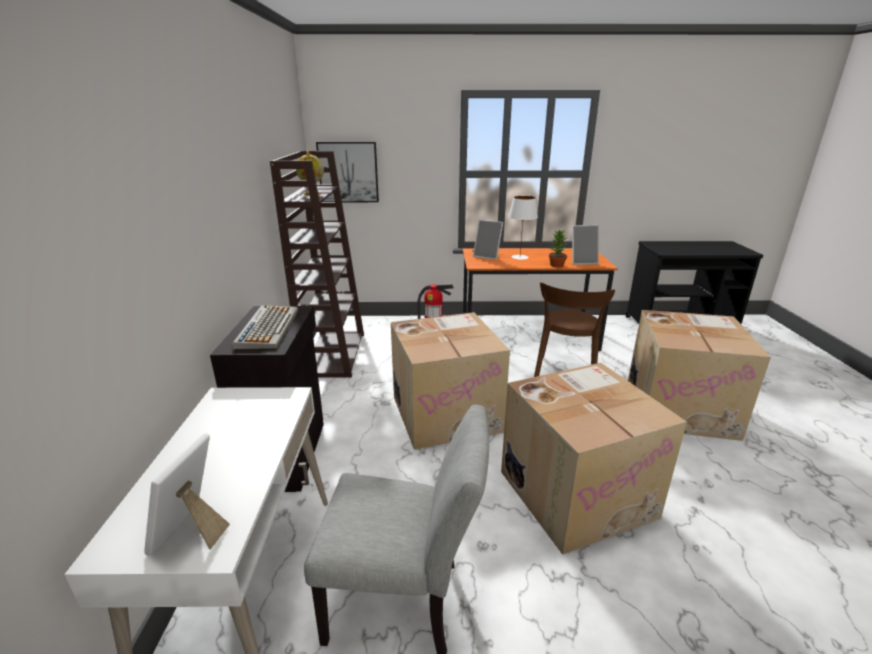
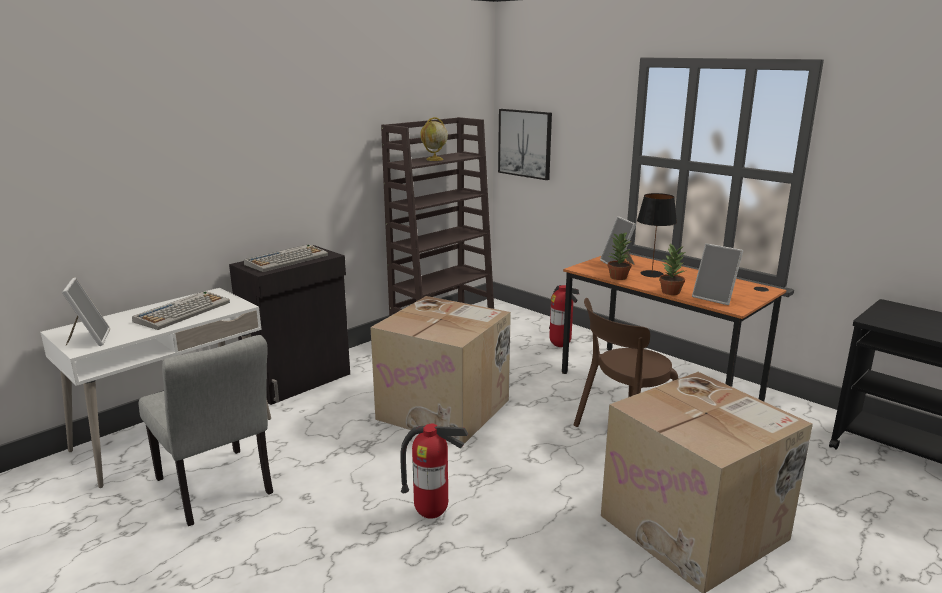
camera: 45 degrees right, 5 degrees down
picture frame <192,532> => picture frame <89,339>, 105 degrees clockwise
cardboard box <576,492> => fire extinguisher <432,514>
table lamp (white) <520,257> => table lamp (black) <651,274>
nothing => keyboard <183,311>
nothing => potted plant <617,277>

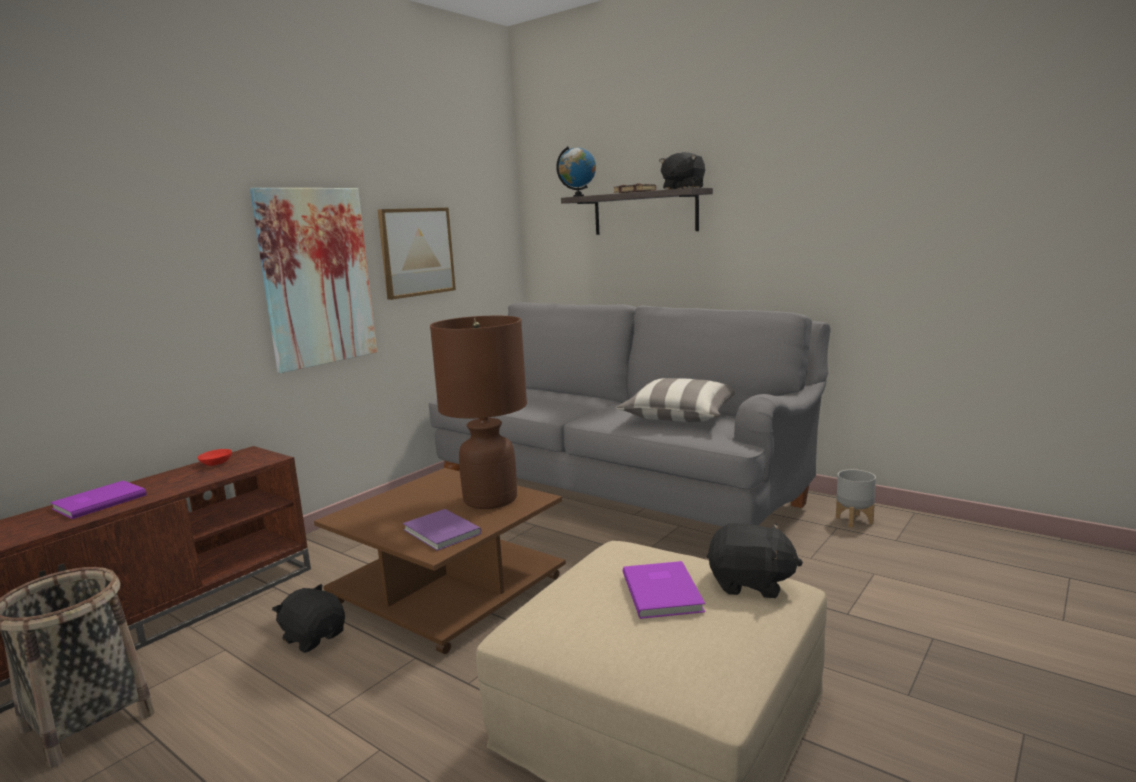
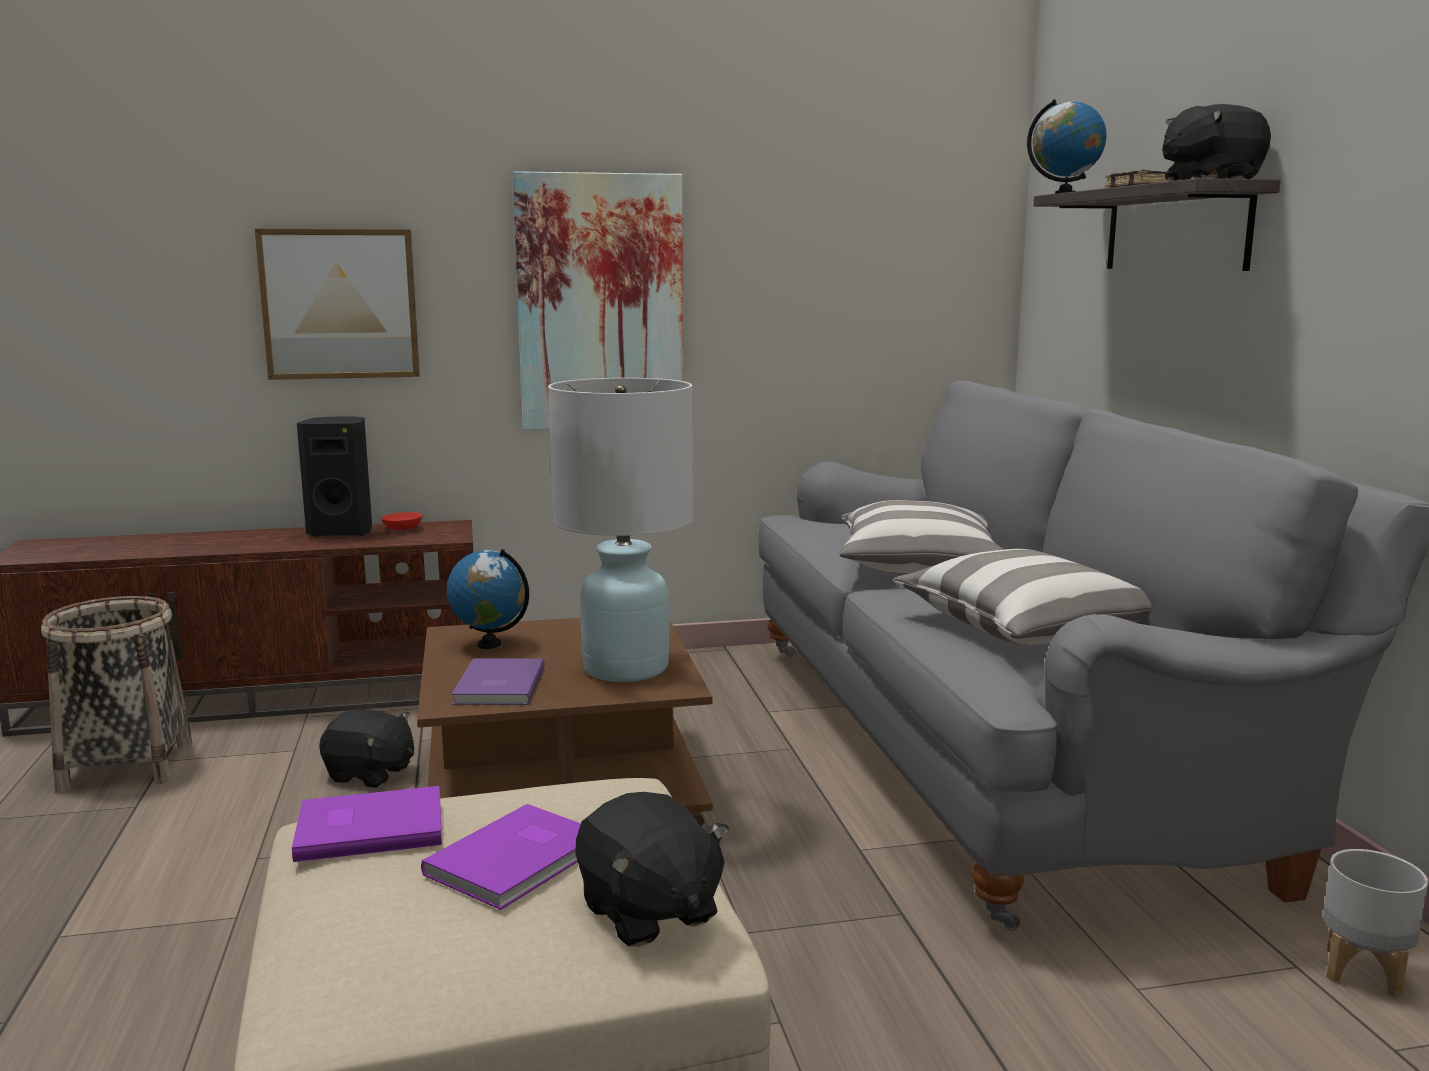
camera: 40 degrees right, 0 degrees up
book (purple) <98,502> => book (purple) <368,827>, move
plush toy (black) <314,637> => plush toy (black) <370,774>, 120 degrees clockwise
picture <416,252> => picture <340,304>, move
table lamp (brown) <491,499> => table lamp (white) <626,668>
nothing => speaker (black) <342,532>
nothing => globe <489,644>
nothing => pillow <918,565>

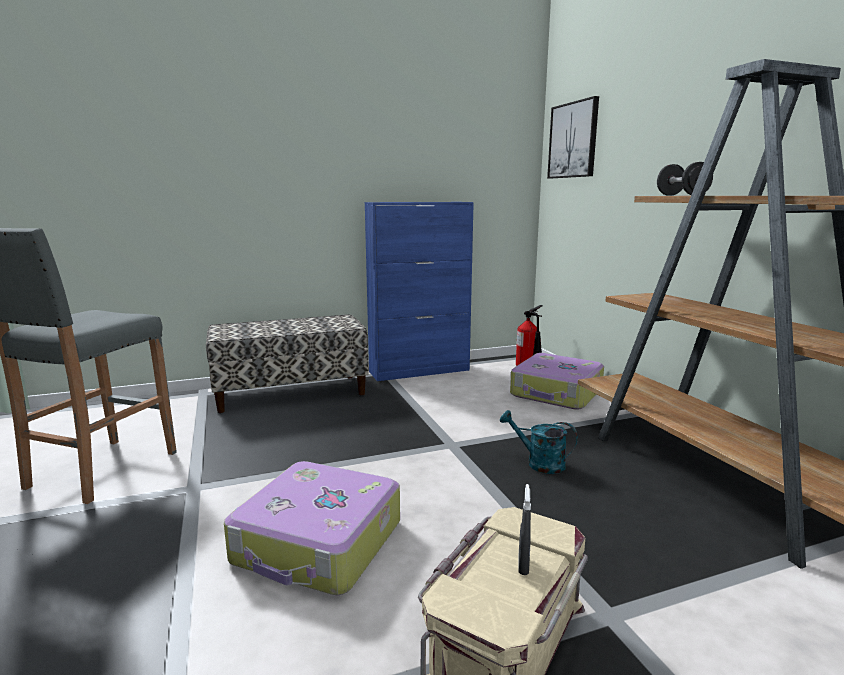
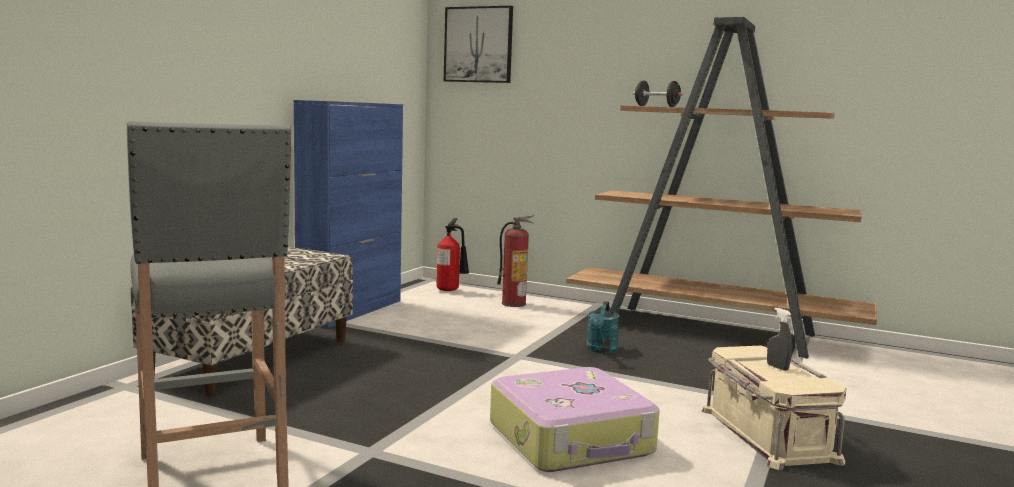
camera: 45 degrees left, 5 degrees down
watering can (turquoise) <539,463> => watering can (turquoise) <601,350>, 60 degrees counterclockwise
suitcase <556,393> => fire extinguisher <514,303>

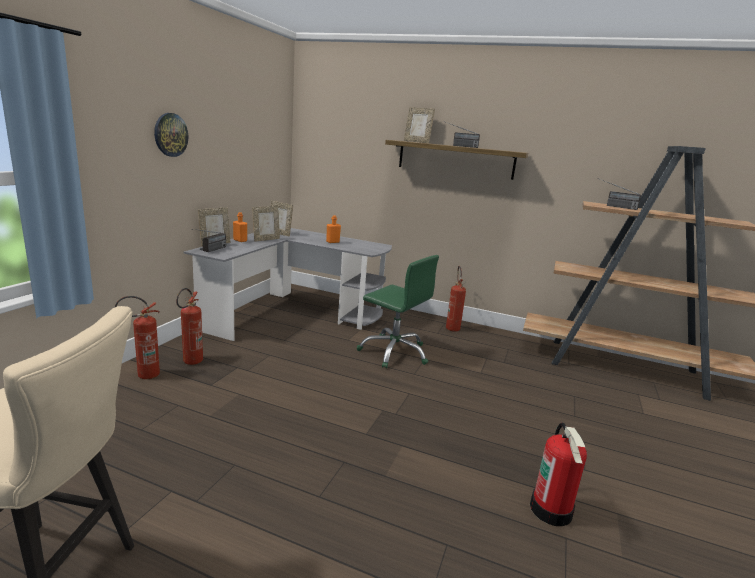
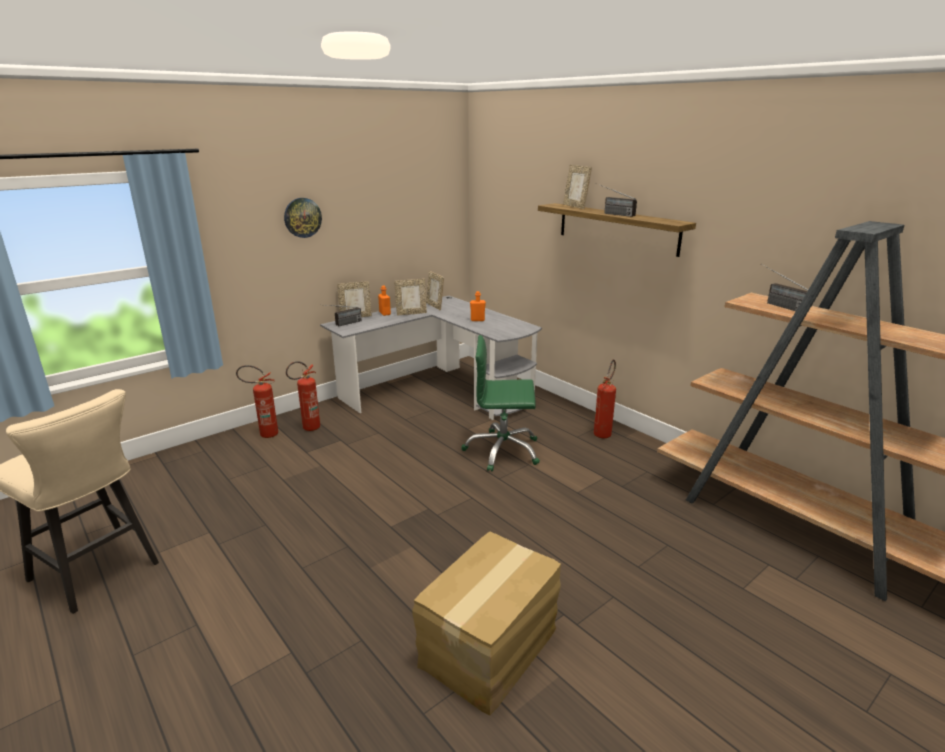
camera: 30 degrees right, 5 degrees up
office chair (green) <394,352> => office chair (green) <502,451>, 120 degrees clockwise
fire extinguisher <551,510> => cardboard box <490,648>

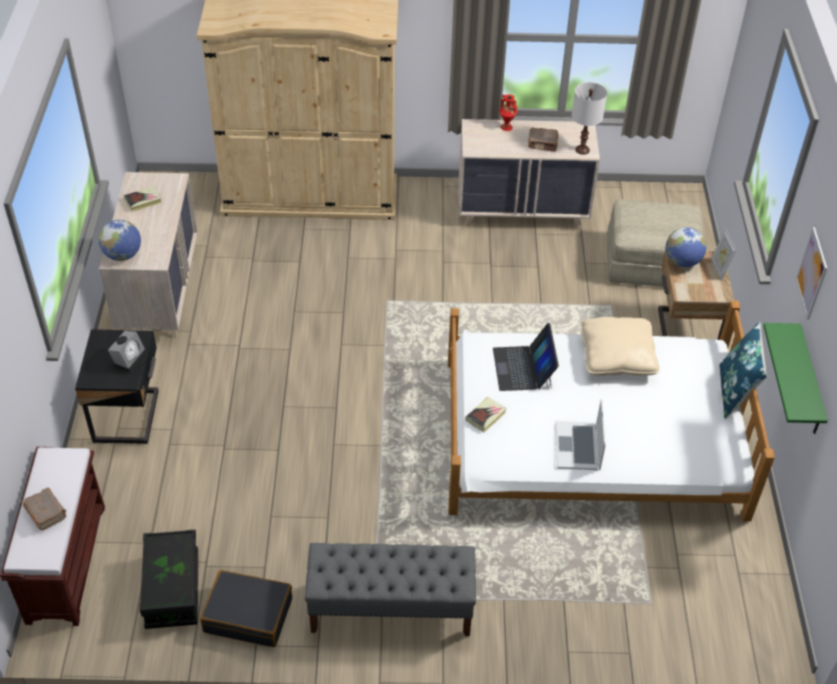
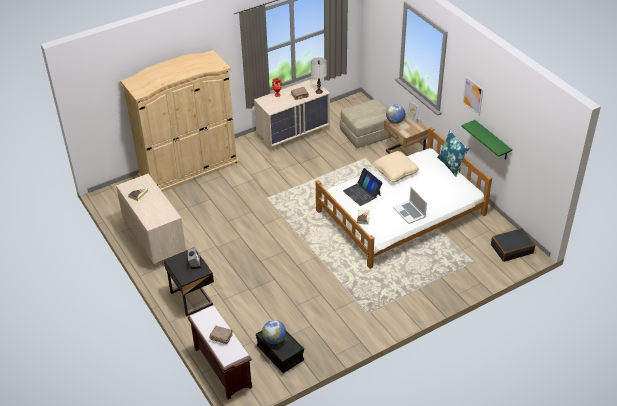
camera: 30 degrees left, 5 degrees down
globe <123,255> => globe <274,339>, move
suitcase (black) <248,615> => suitcase (black) <511,249>, move
bench (grey) <390,609> => nothing

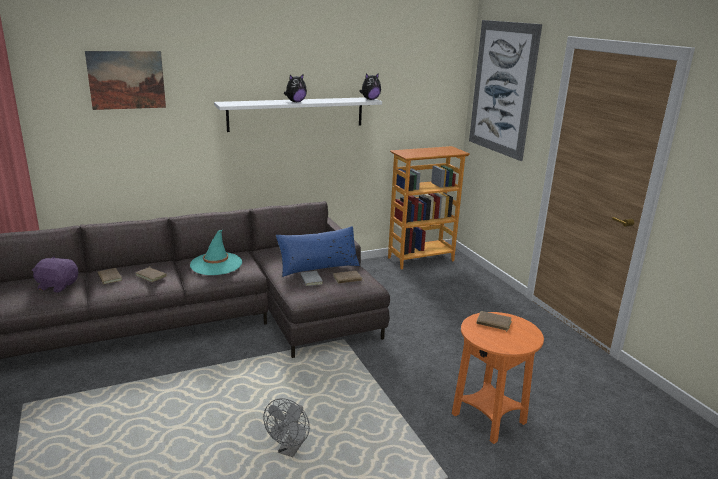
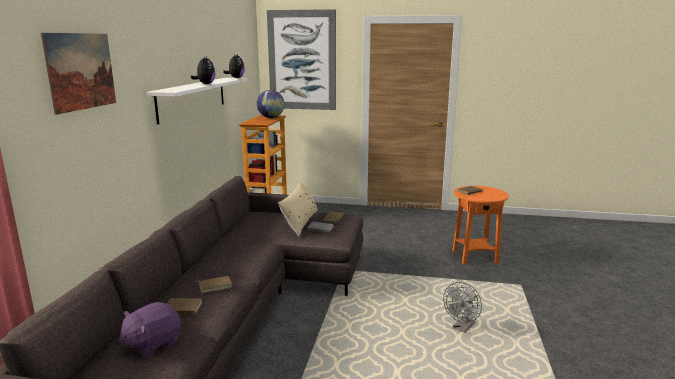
camera: 55 degrees left, 5 degrees down
hat (turquoise) <216,264> => nothing
fan (grey) <289,450> => fan (grey) <462,328>, 75 degrees clockwise
pillow (blue) <318,267> => pillow (beige) <299,222>
nothing => globe <271,117>

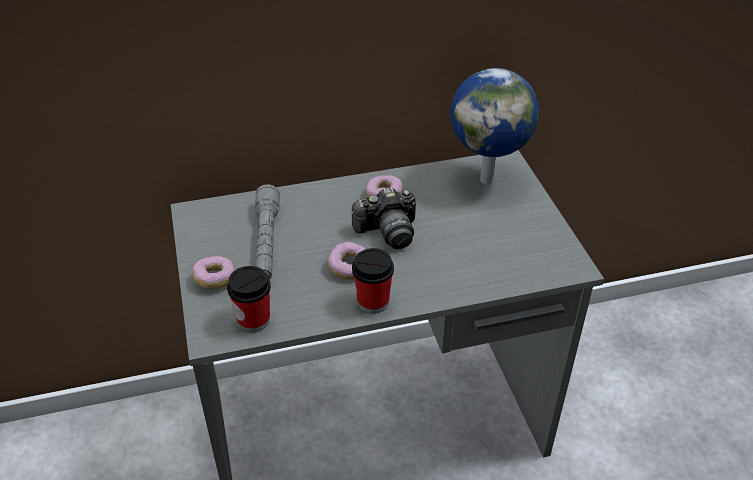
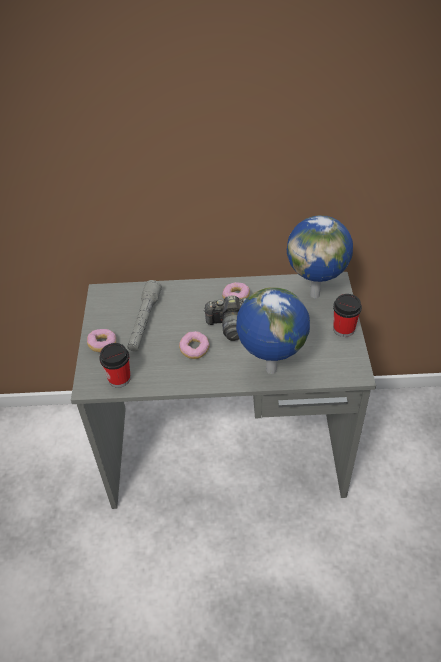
camera: 15 degrees right, 5 degrees up
cup <373,302> => cup <343,329>, move
nothing => globe <270,370>

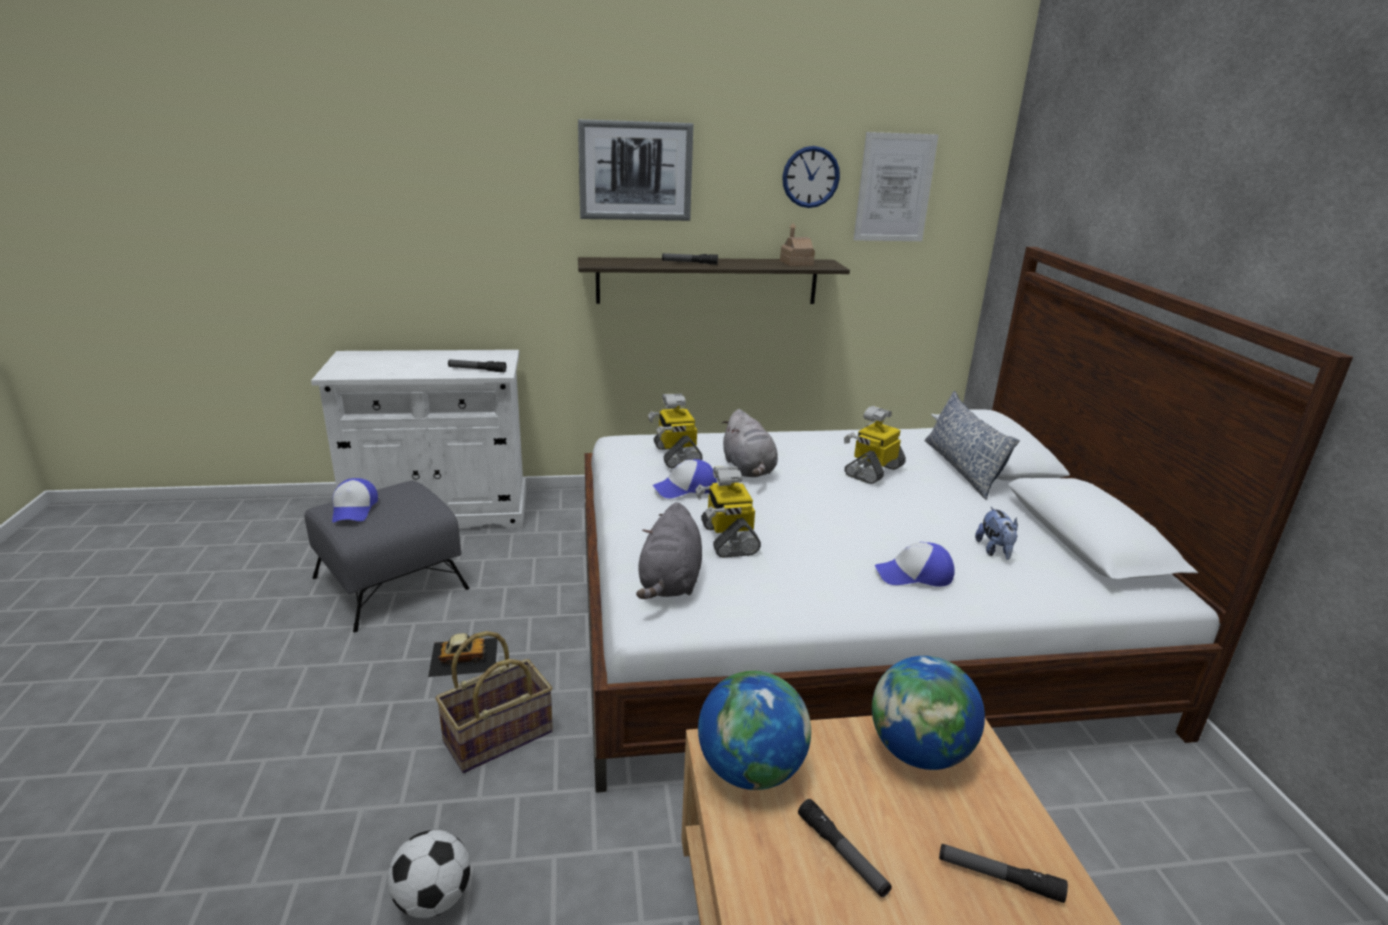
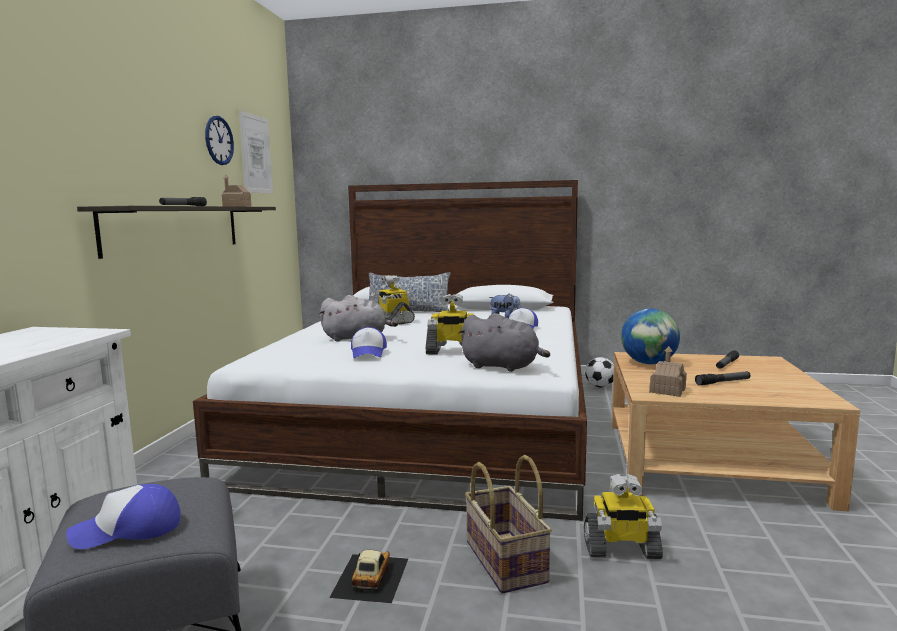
camera: 70 degrees left, 15 degrees down
cap <354,509> => cap <128,530>, 150 degrees clockwise
football <433,899> => football <600,386>, move
flashlight <477,370> => nothing
picture <635,171> => nothing
toy robot <675,455> => toy robot <621,549>, move
globe <750,770> => toy house <667,390>

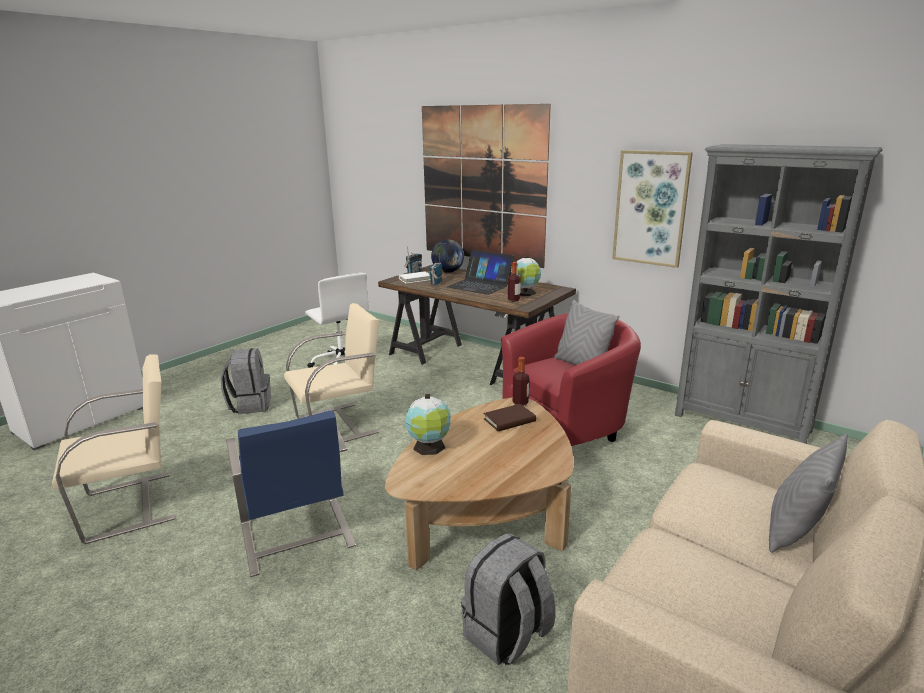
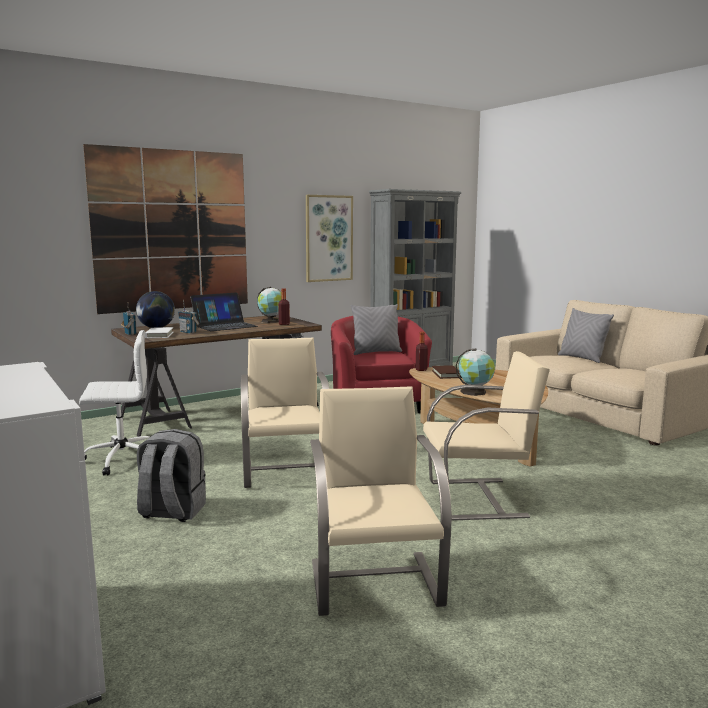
camera: 70 degrees left, 10 degrees down
chair (blue) <296,536> => chair (beige) <479,499>
backpack (grey) <507,636> => nothing

